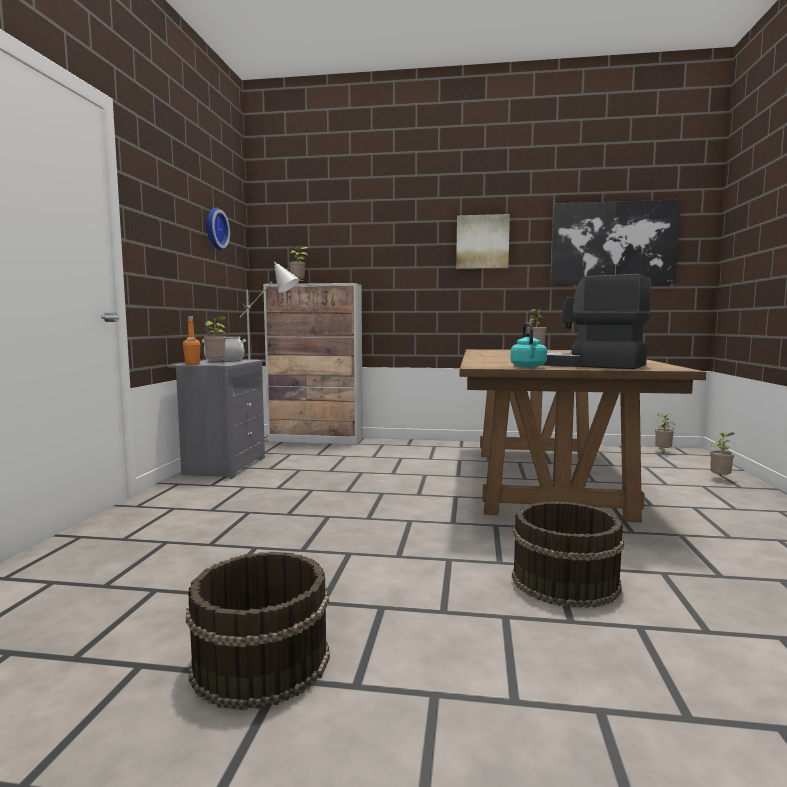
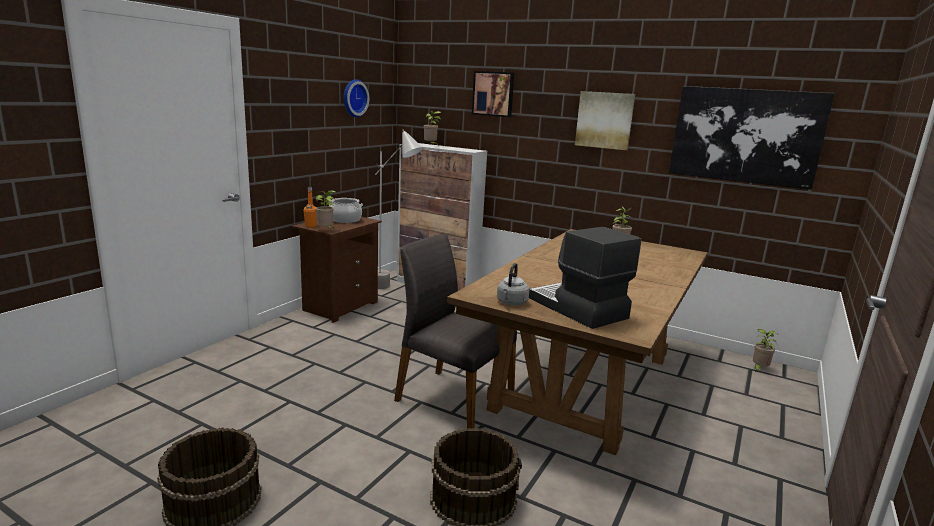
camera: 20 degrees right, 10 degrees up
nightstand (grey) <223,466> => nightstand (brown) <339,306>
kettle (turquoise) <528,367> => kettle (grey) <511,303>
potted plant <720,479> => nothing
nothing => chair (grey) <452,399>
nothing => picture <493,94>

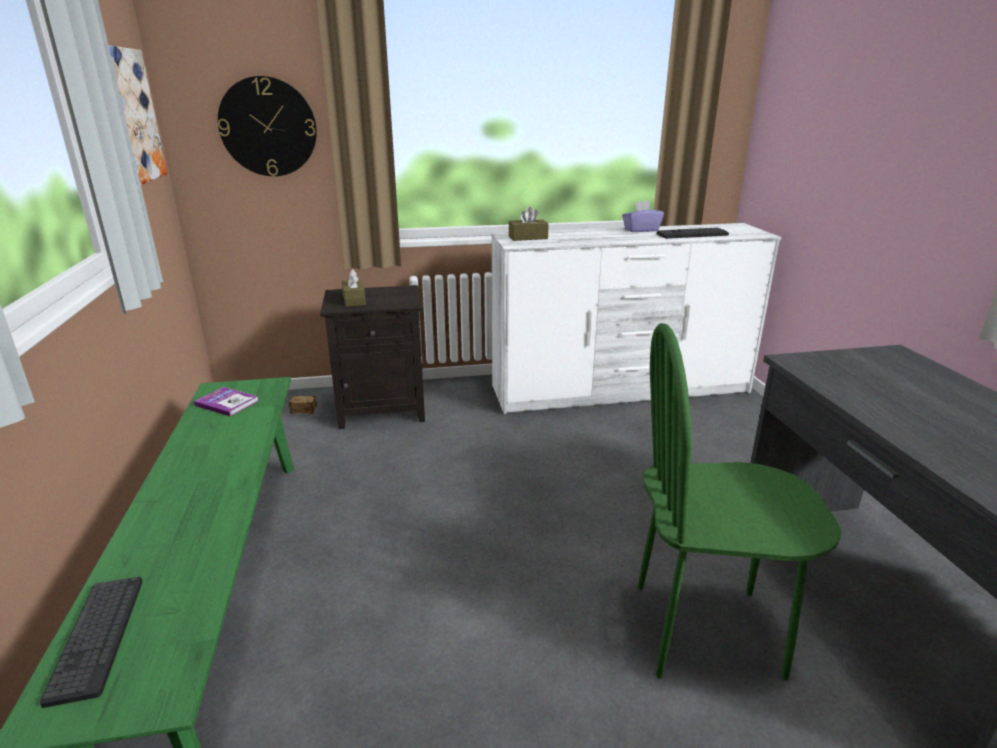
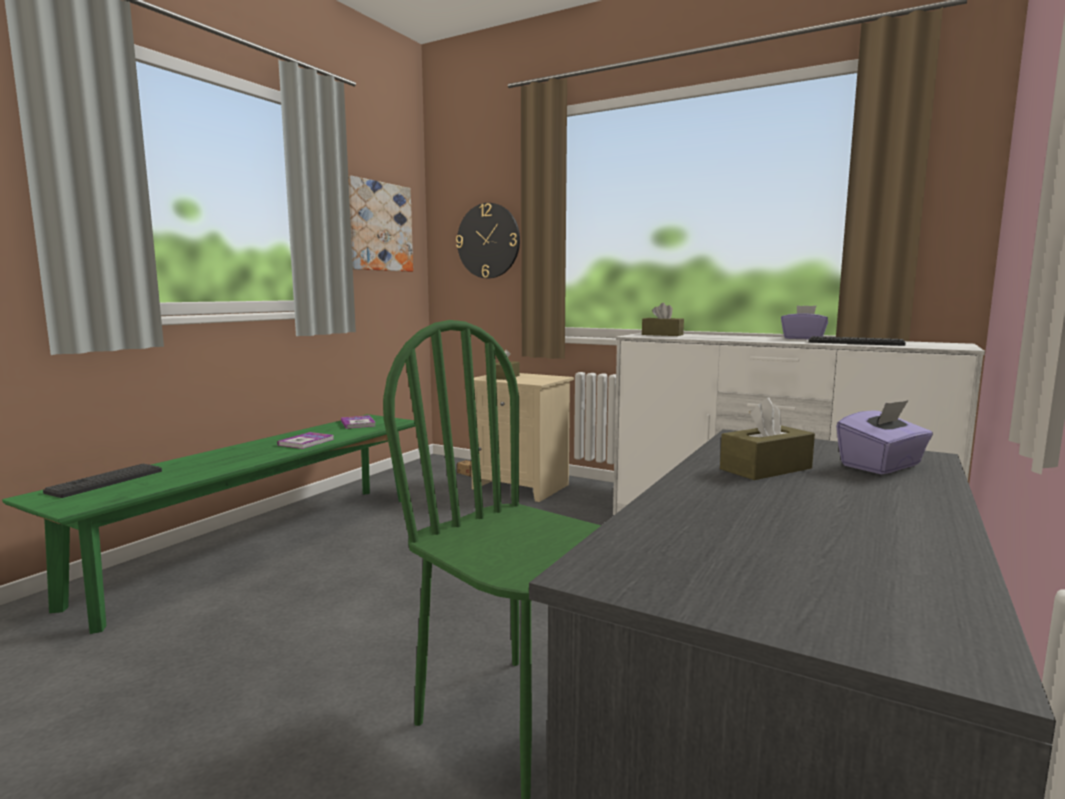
camera: 40 degrees right, 15 degrees down
nightstand (black) <383,409> => nightstand (beige) <522,486>
nothing => book <306,442>
nothing => tissue box (brown) <765,468>
nothing => tissue box (purple) <881,466>

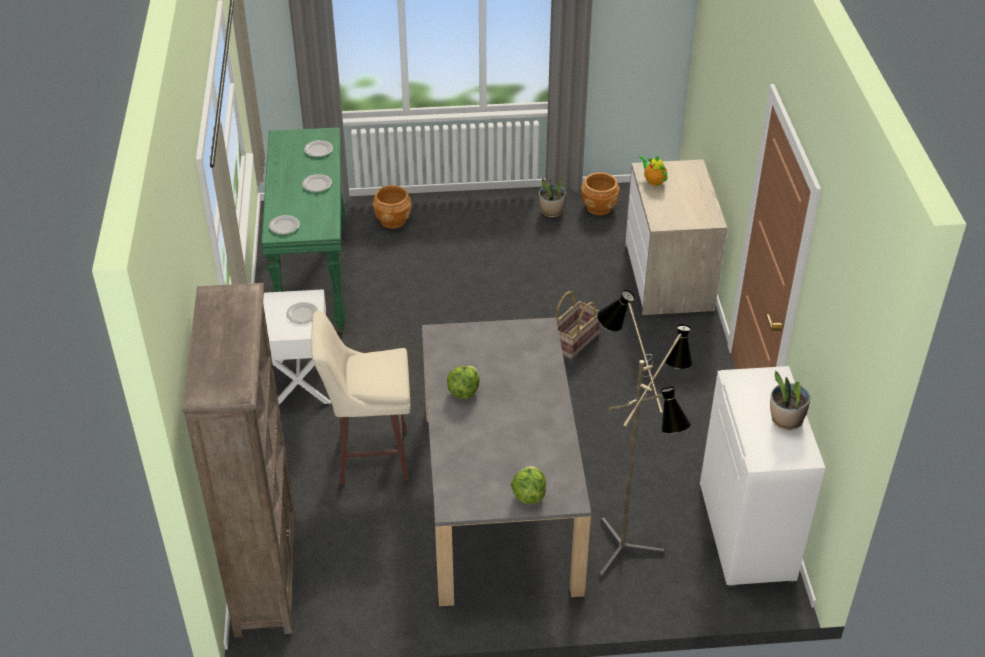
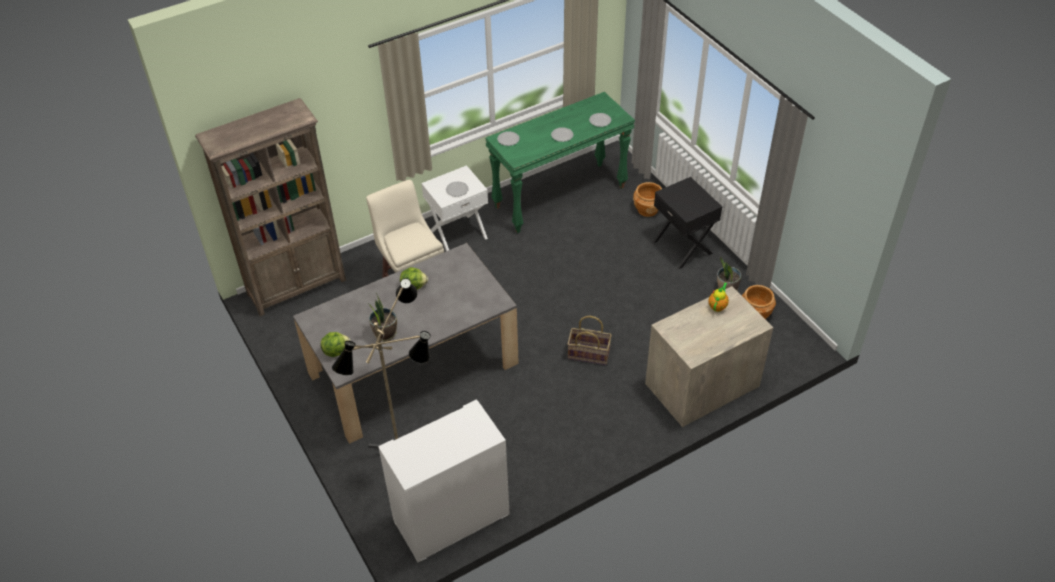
camera: 65 degrees right, 5 degrees up
potted plant <785,420> => potted plant <385,333>, move
nothing => nightstand (black) <683,247>

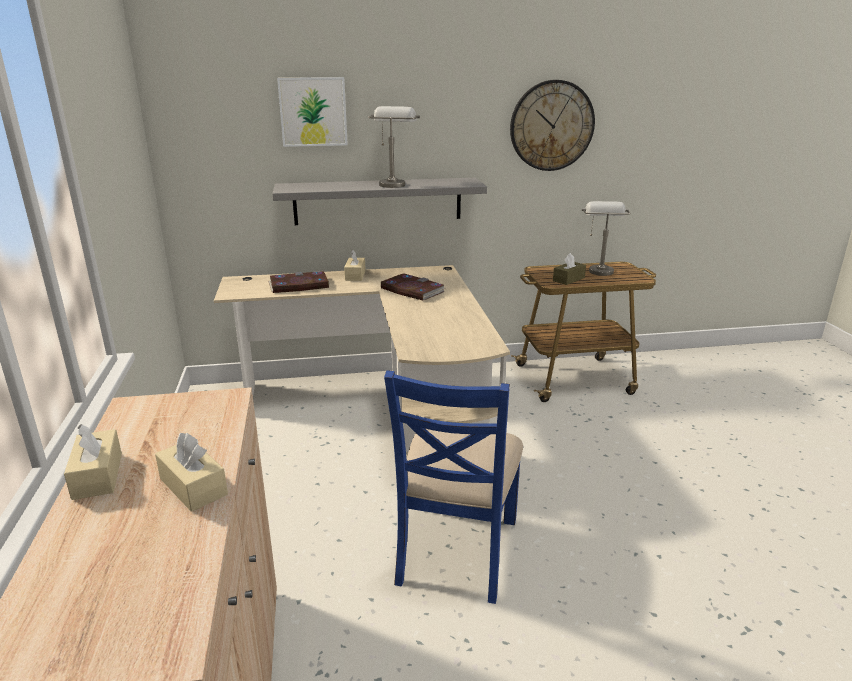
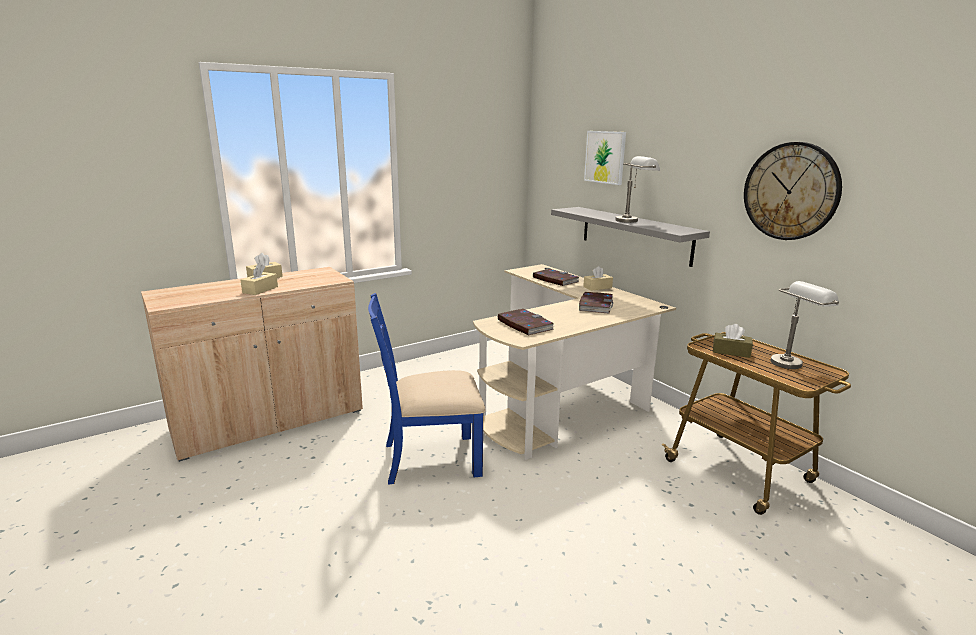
camera: 65 degrees right, 5 degrees down
nothing => book <524,325>

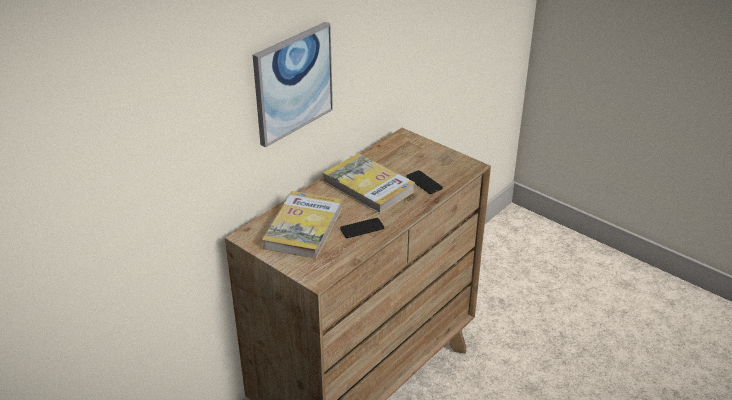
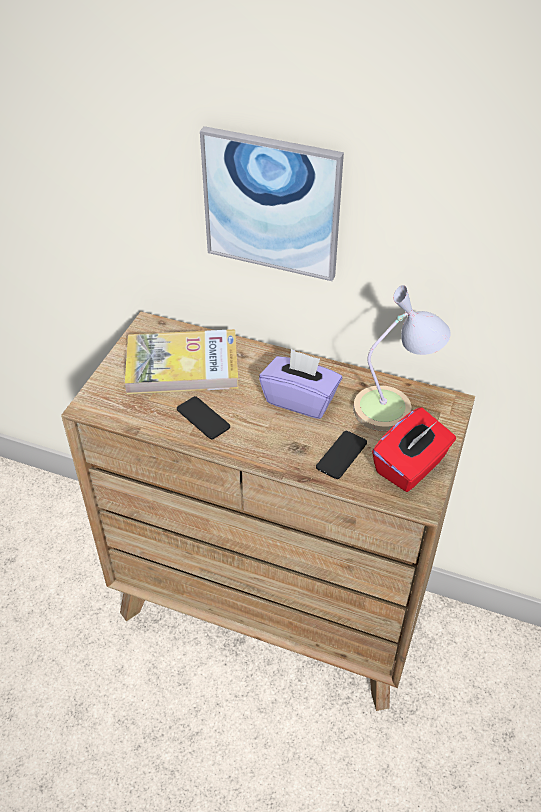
camera: 70 degrees right, 10 degrees up
book <368,186> => tissue box (purple) <300,400>
nothing => table lamp <394,406>
nothing => tissue box (red) <411,466>

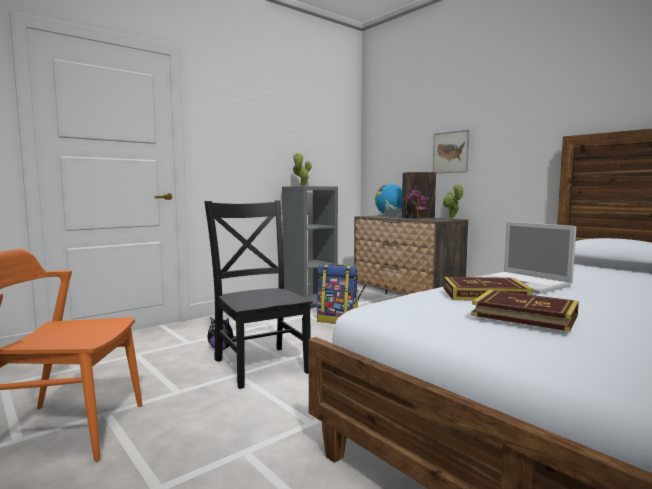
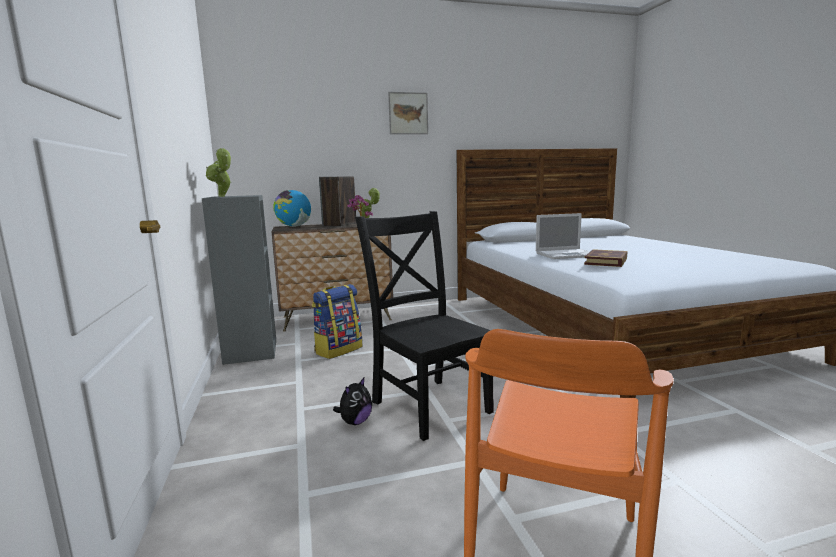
camera: 65 degrees left, 5 degrees up
chair (black) <260,364> => chair (black) <428,404>, 60 degrees clockwise
picture <450,152> => picture <408,113>, move
book <524,315> => nothing

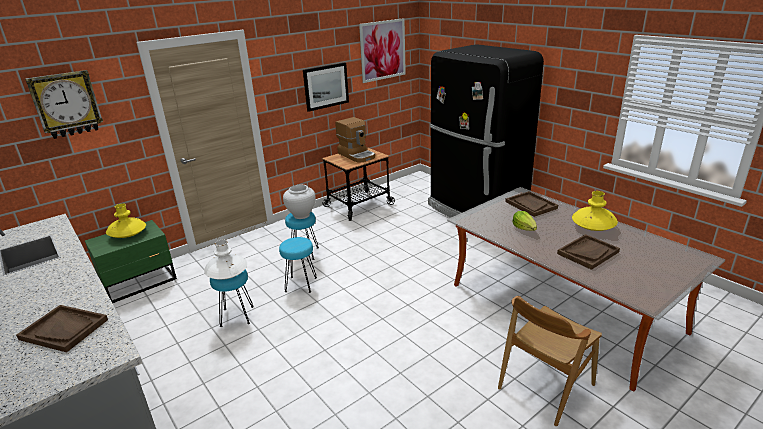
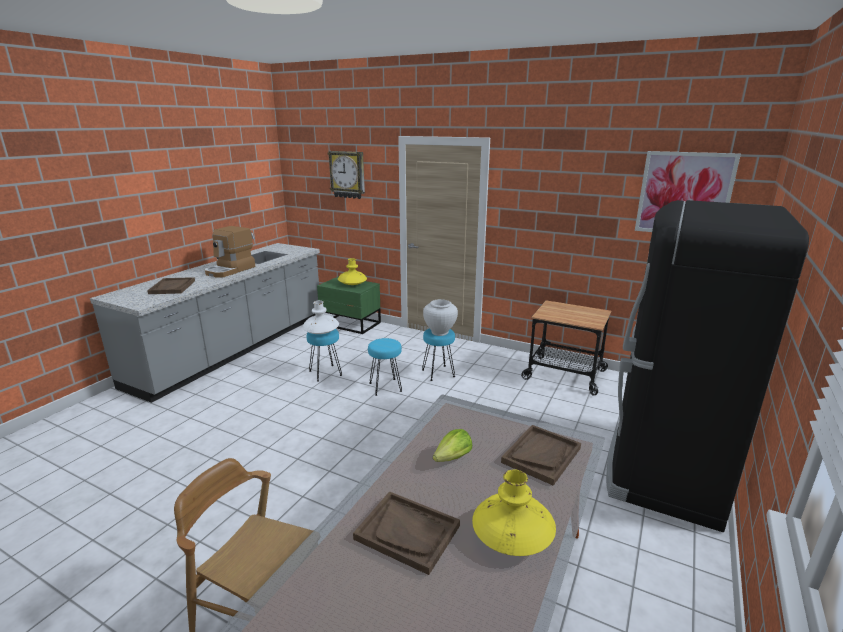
camera: 65 degrees right, 5 degrees down
picture <326,86> => nothing
coffee machine <357,155> => coffee machine <230,270>, move

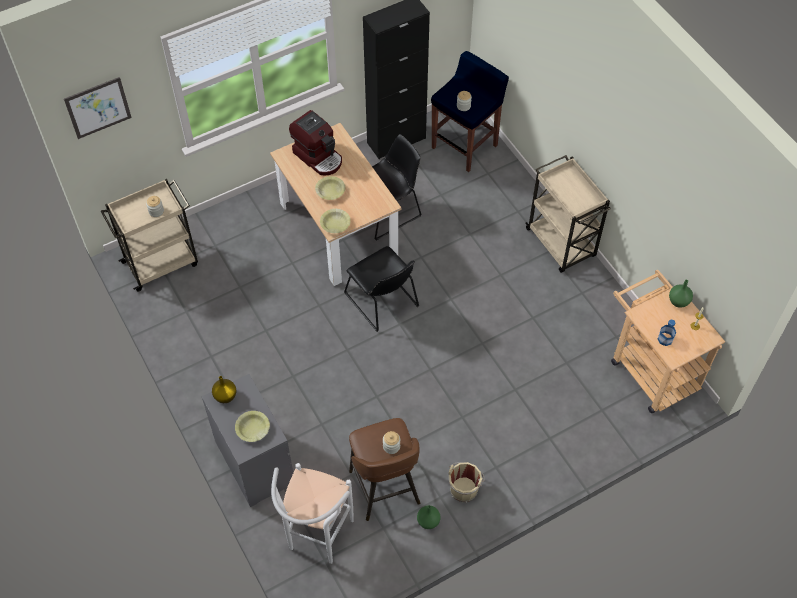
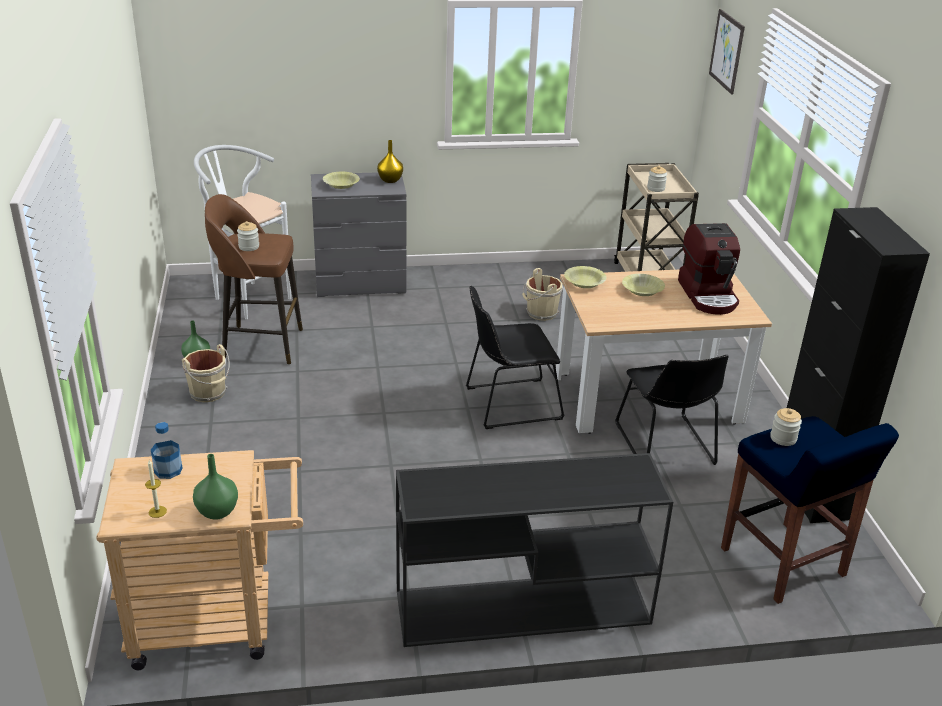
camera: 110 degrees right, 25 degrees down
coffee machine <318,157> => coffee machine <708,295>, 75 degrees counterclockwise
cart (beige) <561,244> => console table (black) <520,608>
nothing => bucket (beige) <540,313>

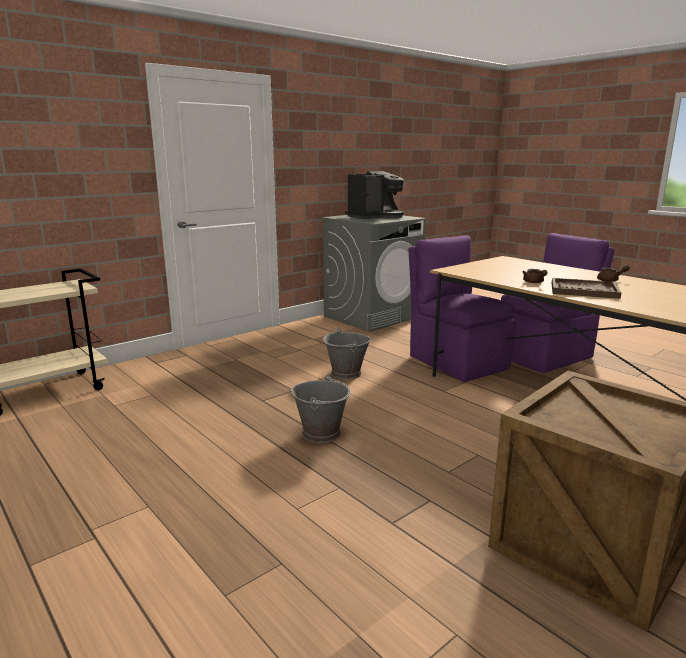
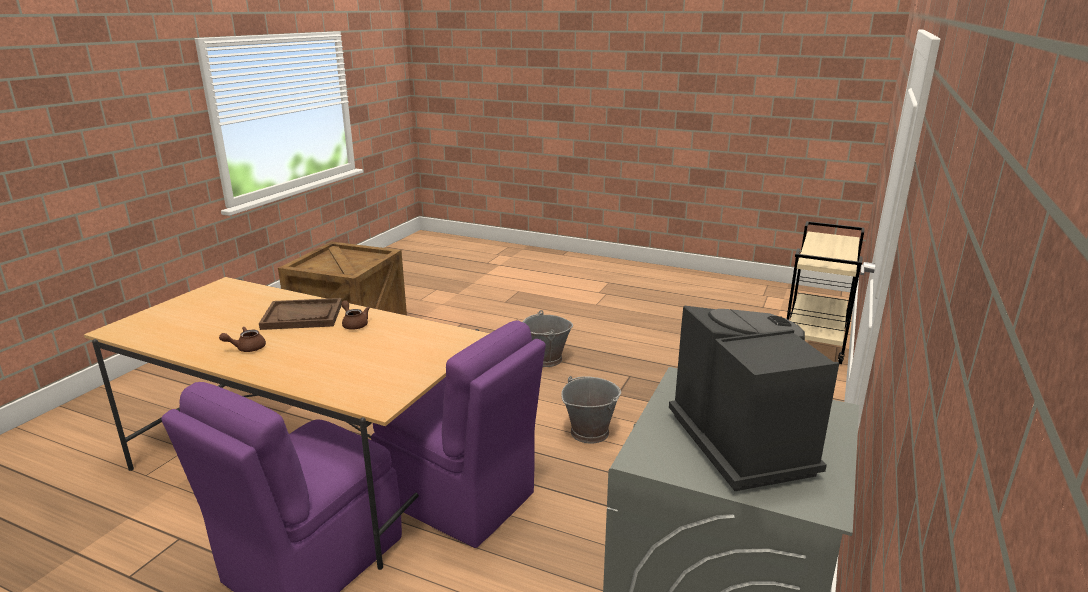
camera: 155 degrees right, 5 degrees up
coffee machine <375,217> => coffee machine <743,441>, 135 degrees clockwise

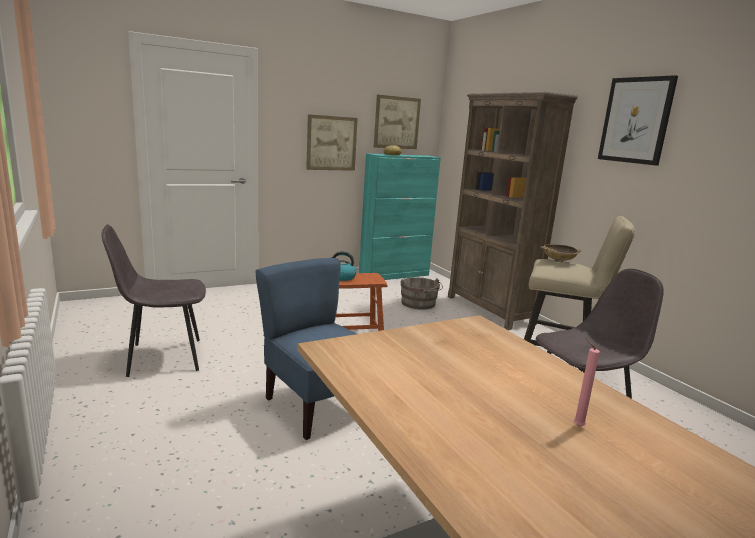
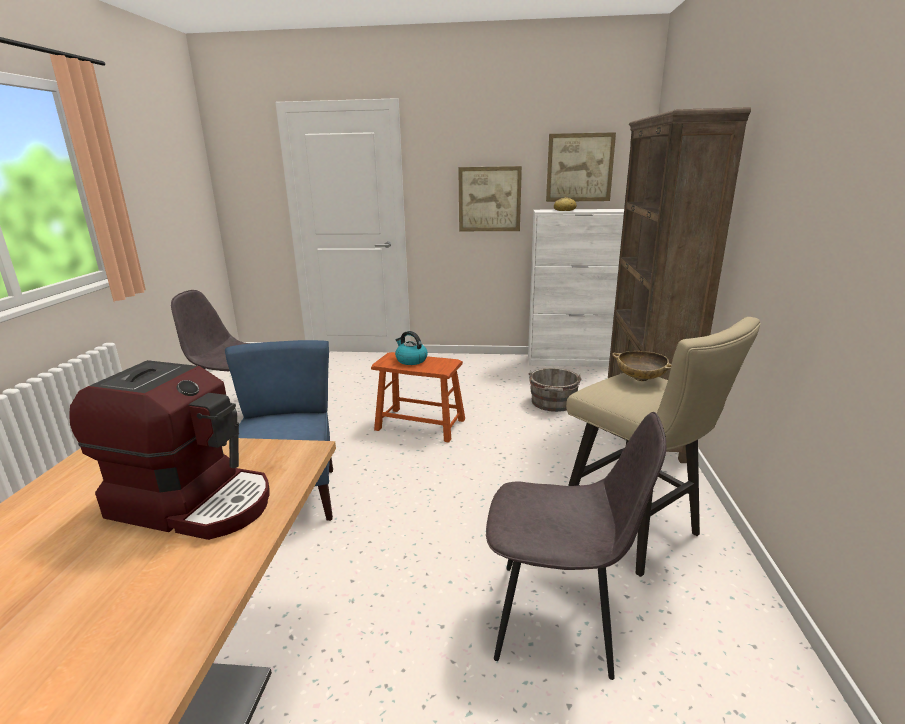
camera: 35 degrees right, 5 degrees up
cabinet (turquoise) <394,275> => cabinet (white) <572,361>
candle (pink) <576,425> => nothing
picture <636,120> => nothing
nothing => coffee machine <194,502>

